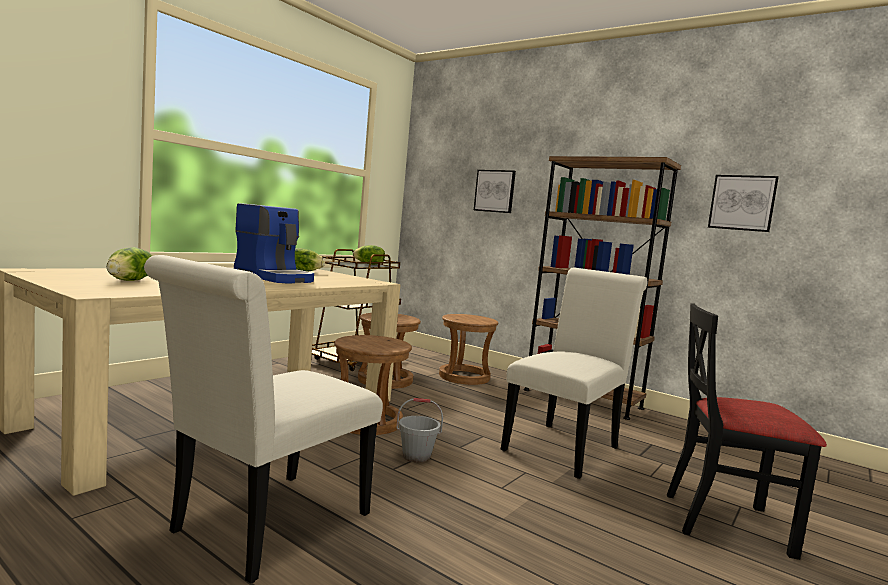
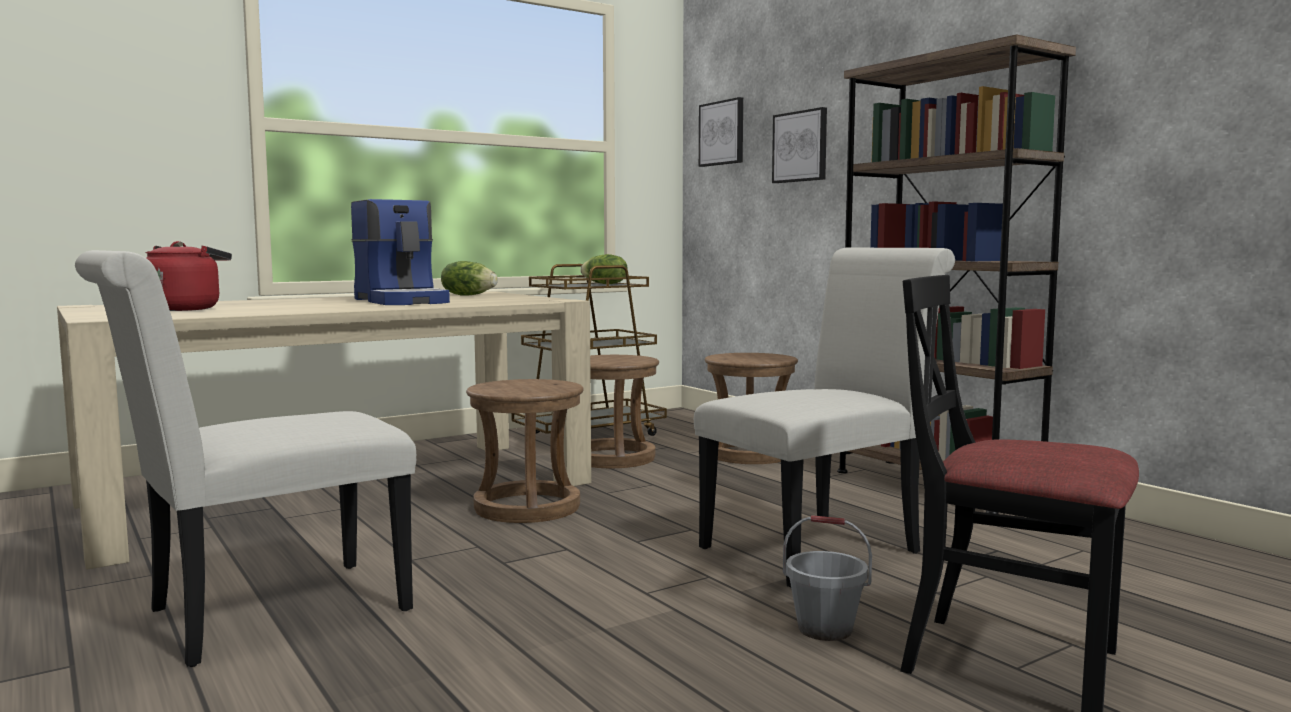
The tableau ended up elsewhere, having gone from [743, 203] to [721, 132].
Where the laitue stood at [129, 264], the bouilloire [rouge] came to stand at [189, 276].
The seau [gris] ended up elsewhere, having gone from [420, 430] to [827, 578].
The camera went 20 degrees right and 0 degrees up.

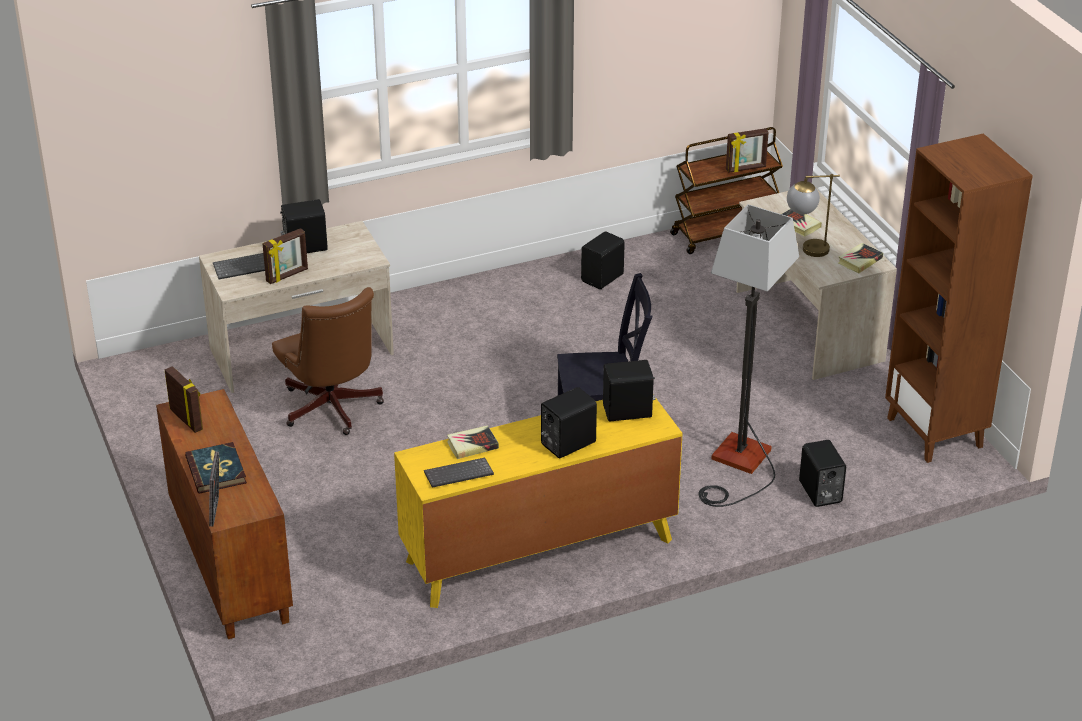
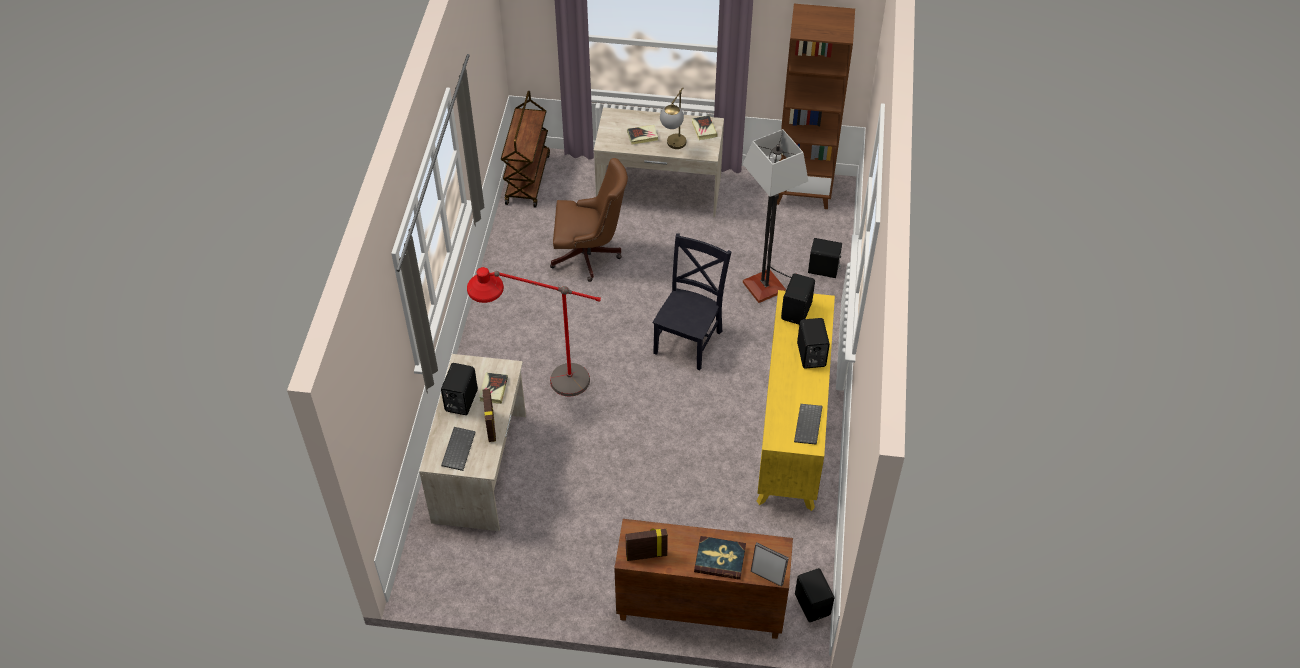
The second view lost the cadre photo at [747, 150].
The enceinte [noir] ended up elsewhere, having gone from [603, 260] to [815, 595].
The chaise de bureau [marron] ended up elsewhere, having gone from [328, 361] to [589, 220].
The livre ended up elsewhere, having gone from [473, 442] to [493, 388].
The second view gained the lampadaire [rouge] at [534, 331].
The camera went 60 degrees left and 15 degrees up.

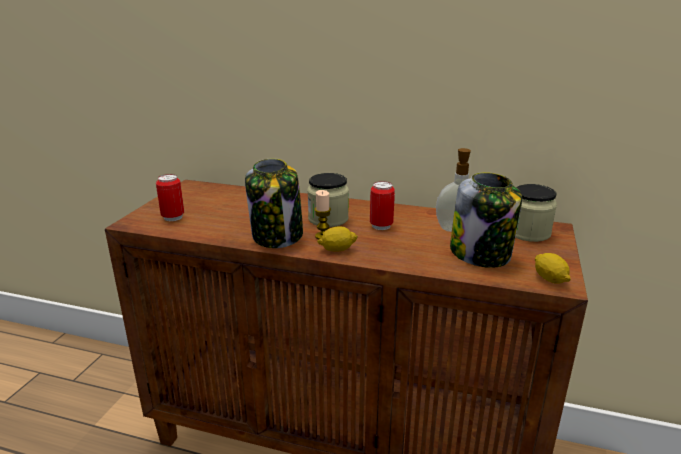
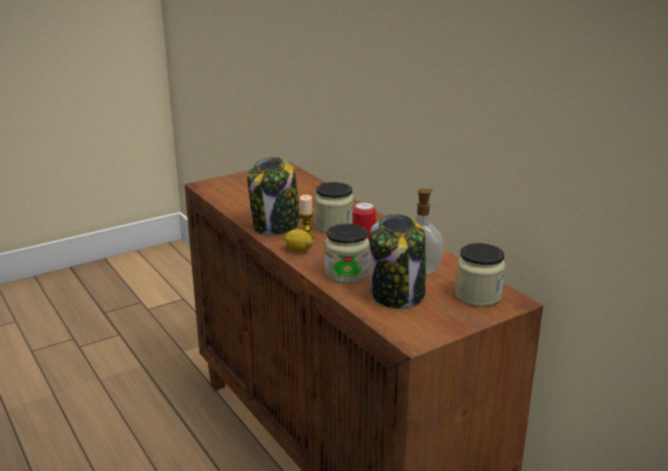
The second view lost the boîte métallique at [170, 197].
The second view lost the citron at [553, 268].
The second view gained the bocal at [347, 253].
The camera went 40 degrees right and 0 degrees up.

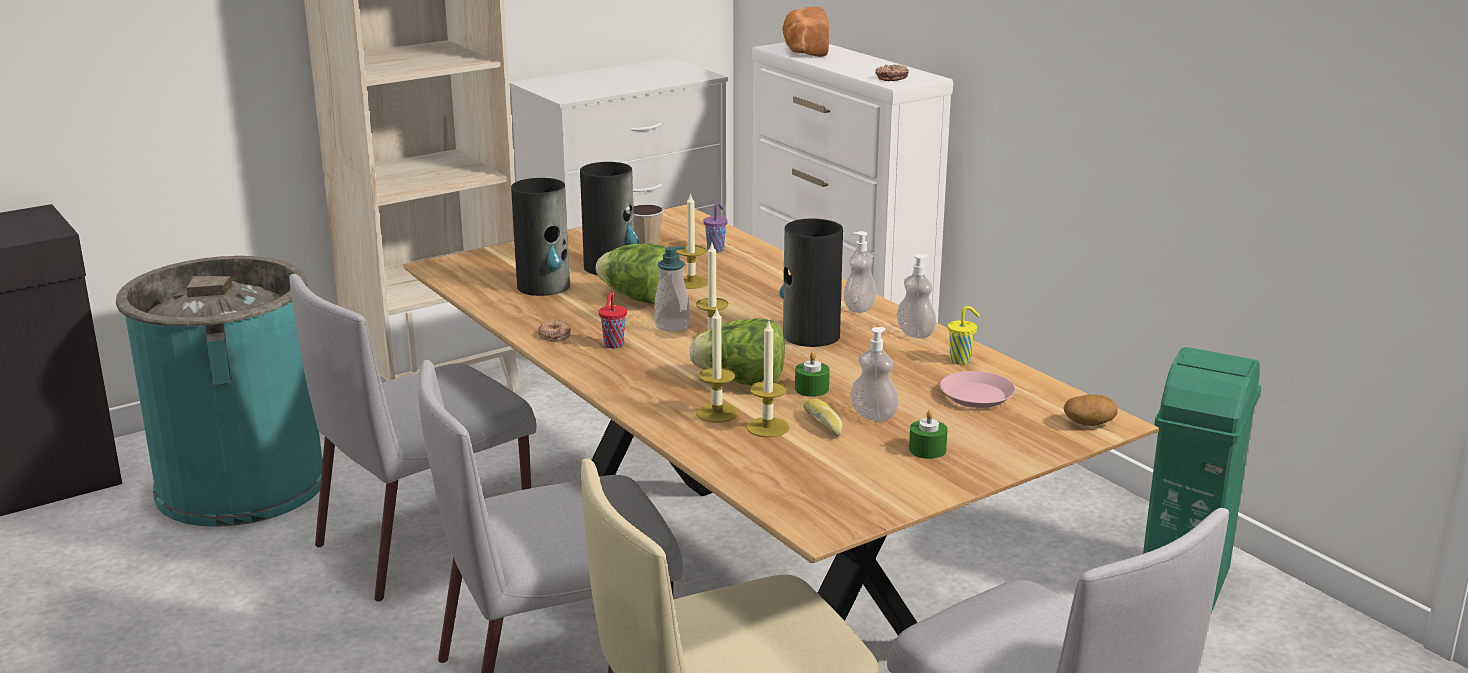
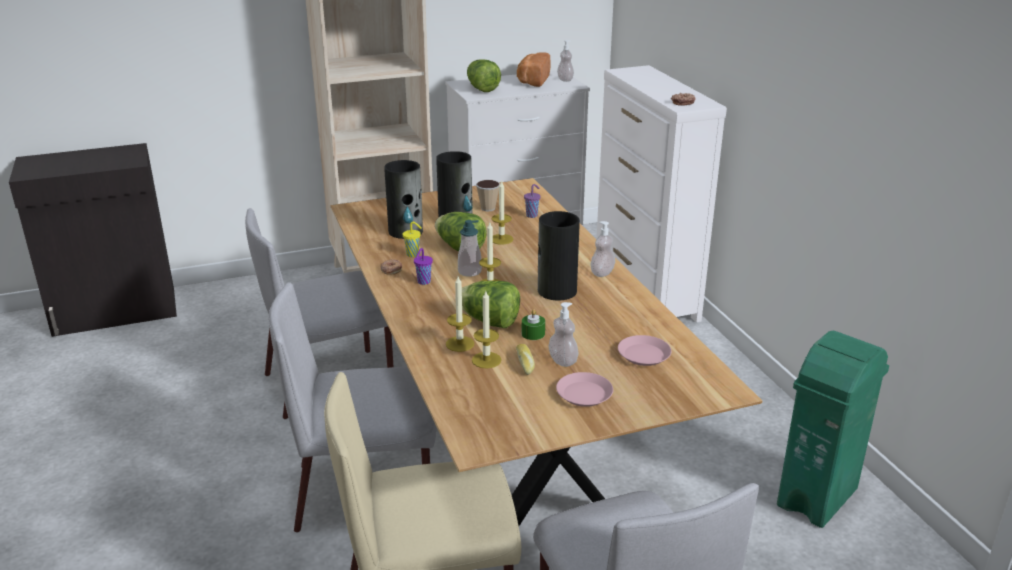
The pain ended up elsewhere, having gone from [805, 32] to [533, 69].
The distributeur de savon ended up elsewhere, having gone from [916, 296] to [565, 61].
The second view lost the poubelle [turquoise] at [219, 391].
What was the tasse [rouge] at [613, 320] turned into the tasse [violet] at [423, 266].
The tasse [jaune] ended up elsewhere, having gone from [964, 335] to [412, 239].
The second view lost the pomme de terre at [1090, 410].
Where the bougie [vert] stood at [928, 434], the assiette [rose] came to stand at [584, 389].
The second view gained the laitue at [484, 76].
The camera went 15 degrees right and 5 degrees up.

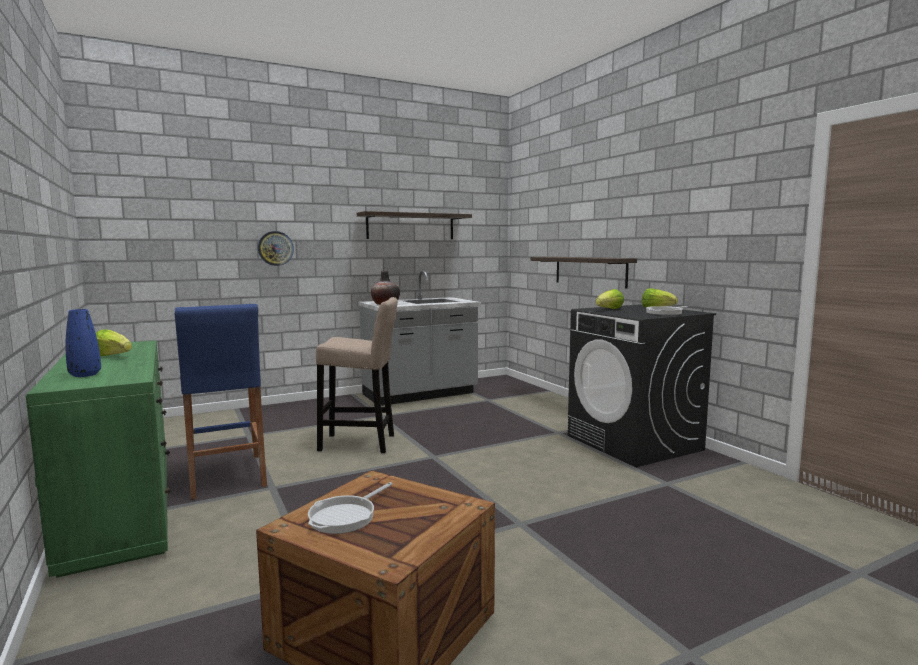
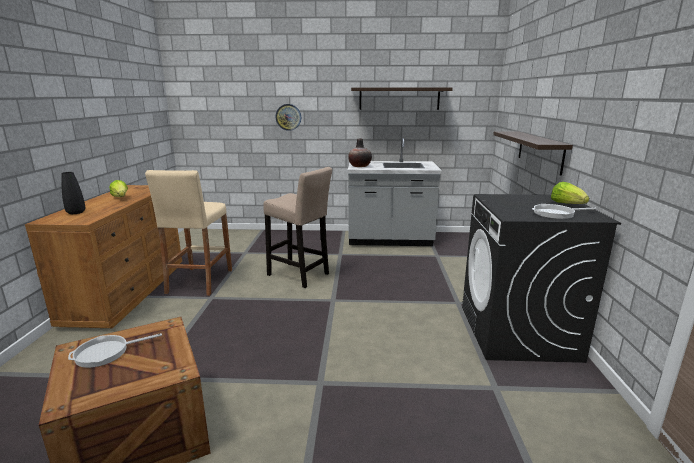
The second view lost the laitue at [610, 299].
What was the tabouret [bleu] at [221, 402] turned into the tabouret [beige] at [188, 233].
What was the vase [bleu] at [83, 343] turned into the vase [noir] at [73, 193].
What was the commode [vert] at [98, 459] turned into the commode [marron] at [103, 256].
The camera went 30 degrees right and 10 degrees up.

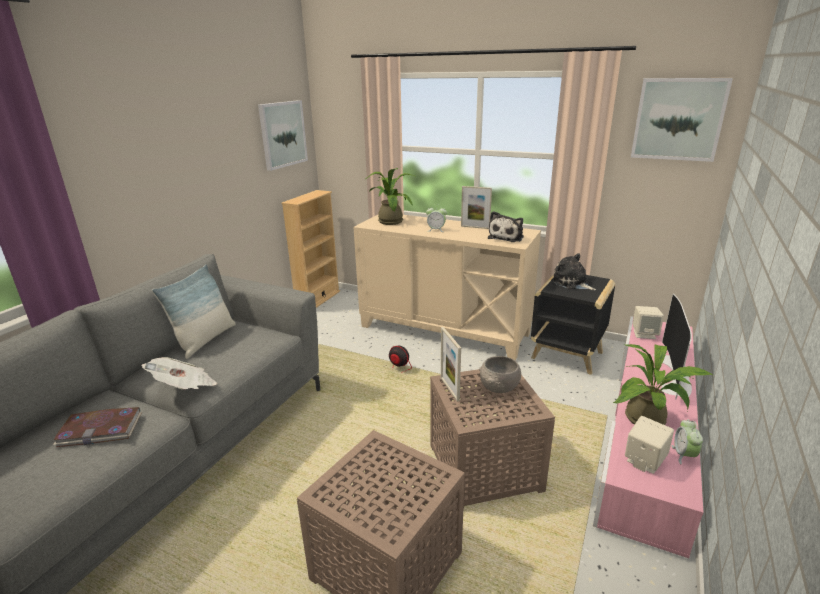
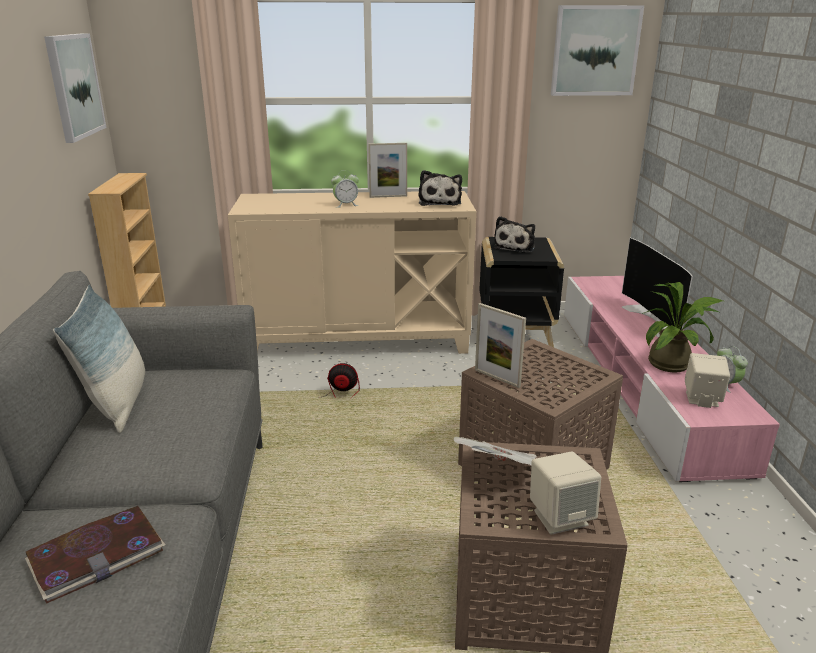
The second view lost the plante en pot at [391, 196].
The peluche at [574, 271] ended up facing another way, 90 degrees counterclockwise from before.
The enceinte [beige] ended up elsewhere, having gone from [648, 322] to [565, 493].
The second view lost the bol [gris] at [500, 374].
The journal ended up elsewhere, having gone from [180, 373] to [495, 451].
The camera went 30 degrees left and 0 degrees up.

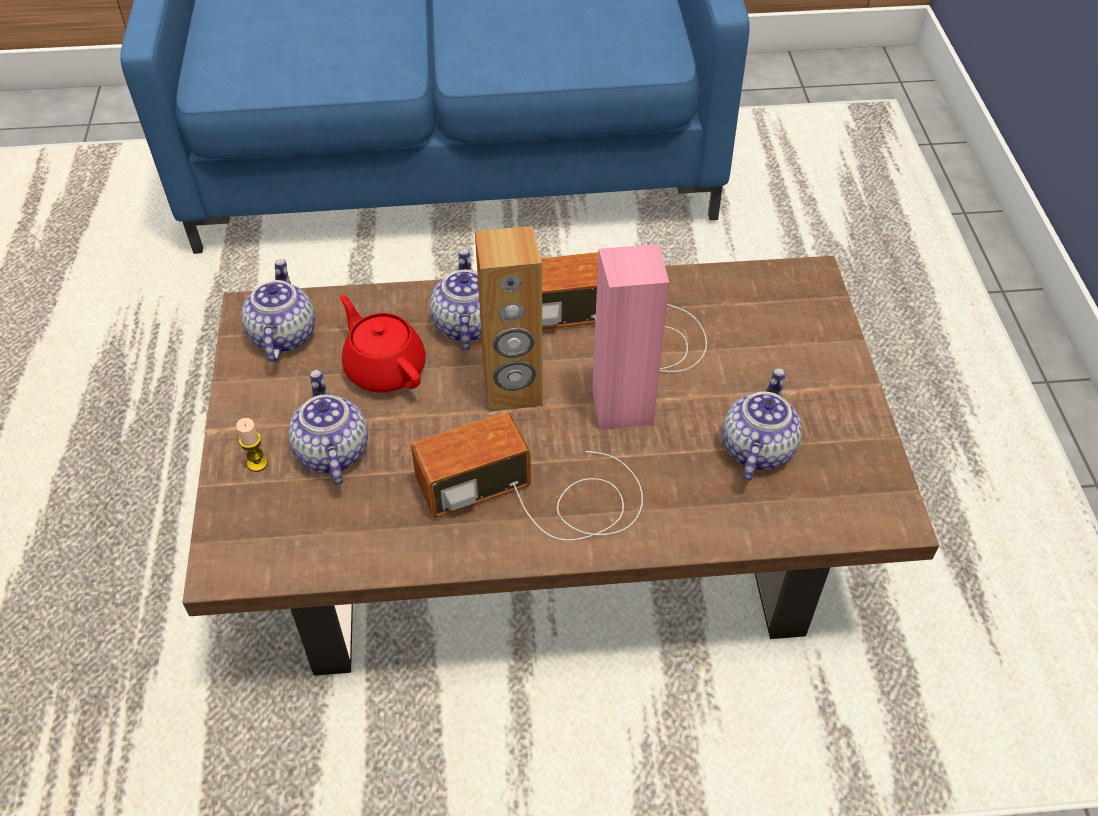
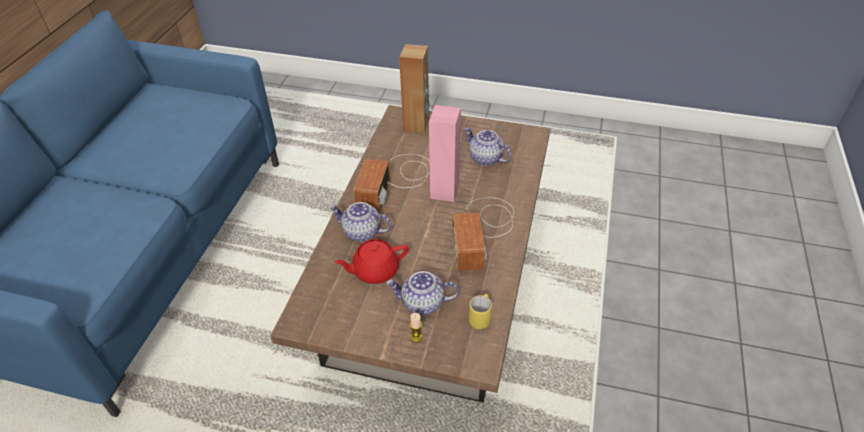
The enceinte [marron] ended up elsewhere, having gone from [509, 319] to [414, 89].
The second view lost the théière at [278, 310].
The second view gained the mug [jaune] at [480, 311].
The camera went 70 degrees left and 5 degrees down.

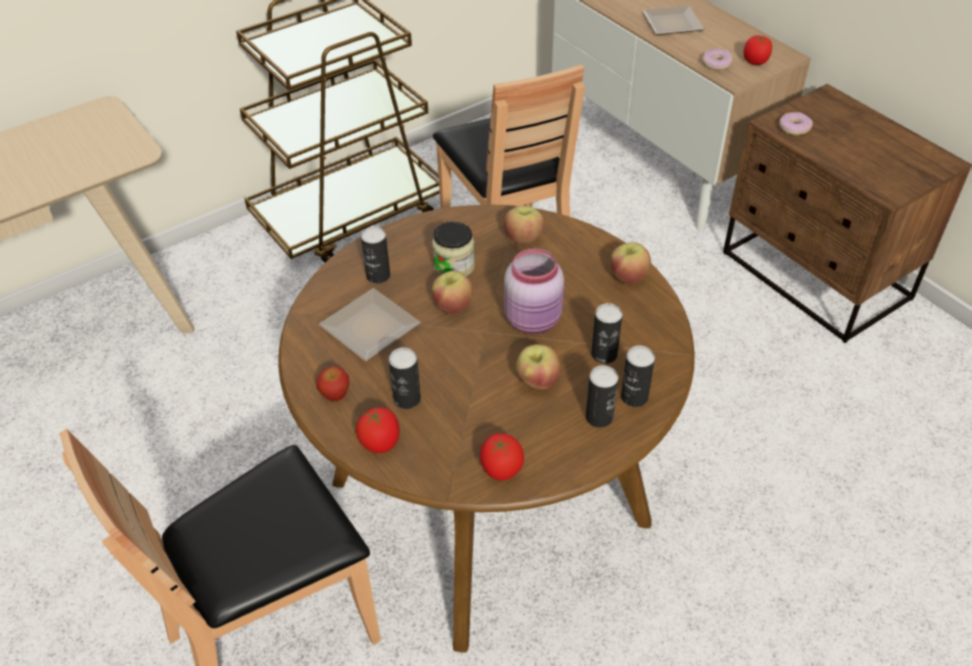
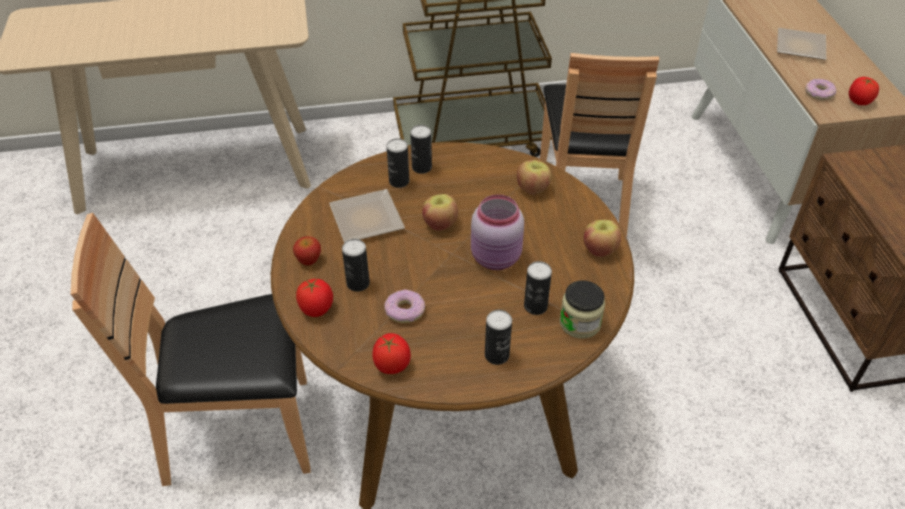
The beignet ended up elsewhere, having gone from [796, 123] to [404, 306].
The bocal ended up elsewhere, having gone from [453, 249] to [582, 310].
The second view lost the pomme at [538, 367].
The boîte métallique ended up elsewhere, having gone from [638, 376] to [421, 149].
The camera went 25 degrees right and 0 degrees up.

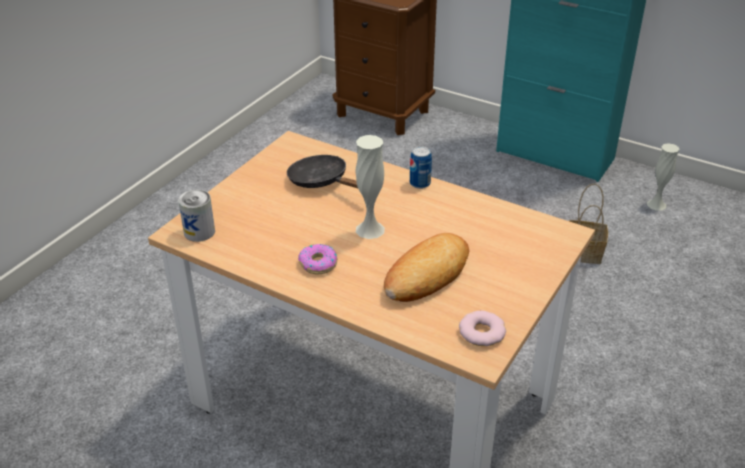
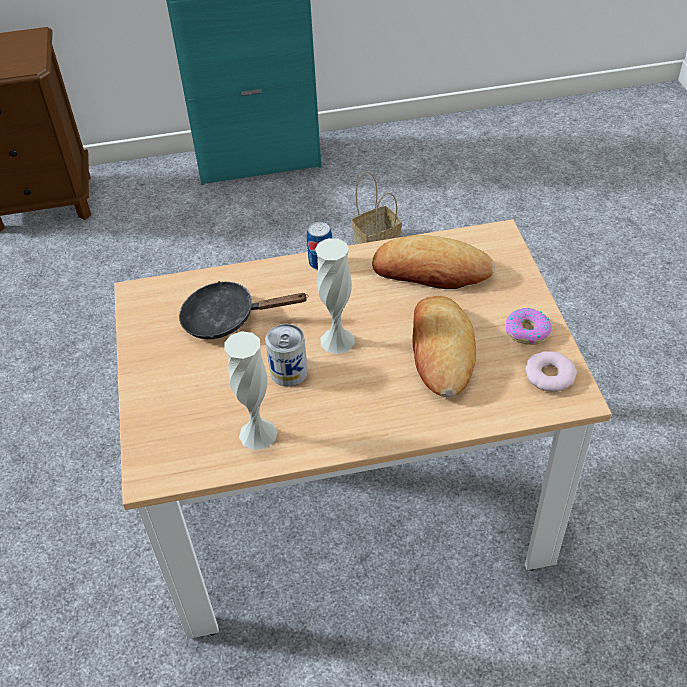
The vase [blanc] ended up elsewhere, having gone from [663, 177] to [251, 390].
The boîte métallique ended up elsewhere, having gone from [196, 216] to [286, 355].
The beignet ended up elsewhere, having gone from [318, 259] to [529, 326].
The second view gained the pain at [433, 262].
The camera went 40 degrees left and 10 degrees up.

